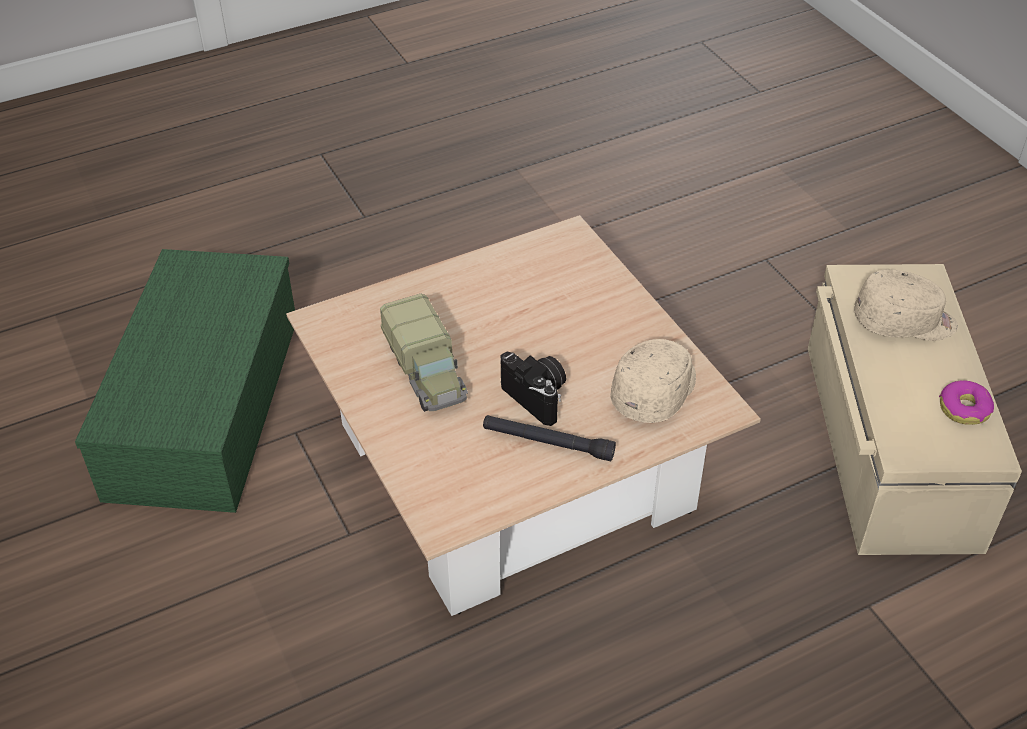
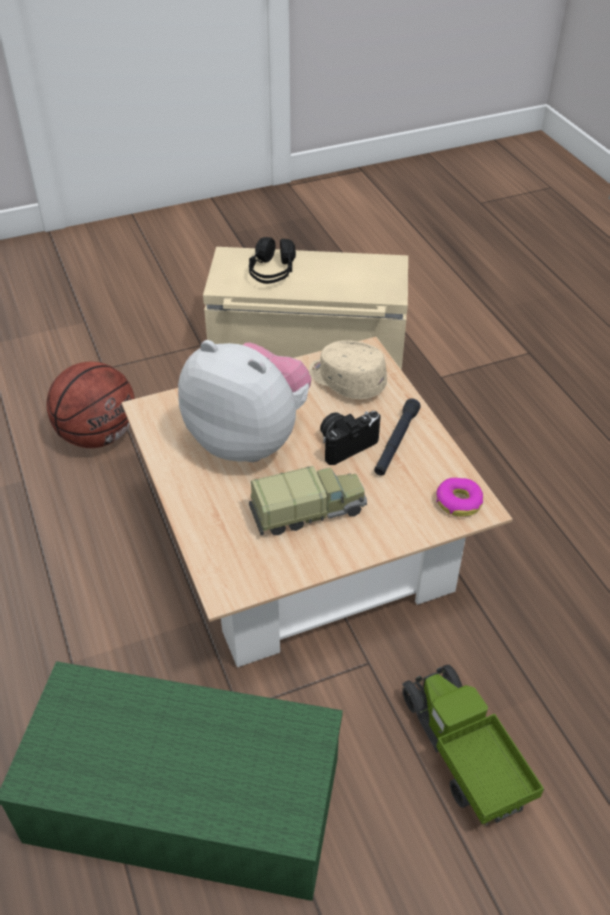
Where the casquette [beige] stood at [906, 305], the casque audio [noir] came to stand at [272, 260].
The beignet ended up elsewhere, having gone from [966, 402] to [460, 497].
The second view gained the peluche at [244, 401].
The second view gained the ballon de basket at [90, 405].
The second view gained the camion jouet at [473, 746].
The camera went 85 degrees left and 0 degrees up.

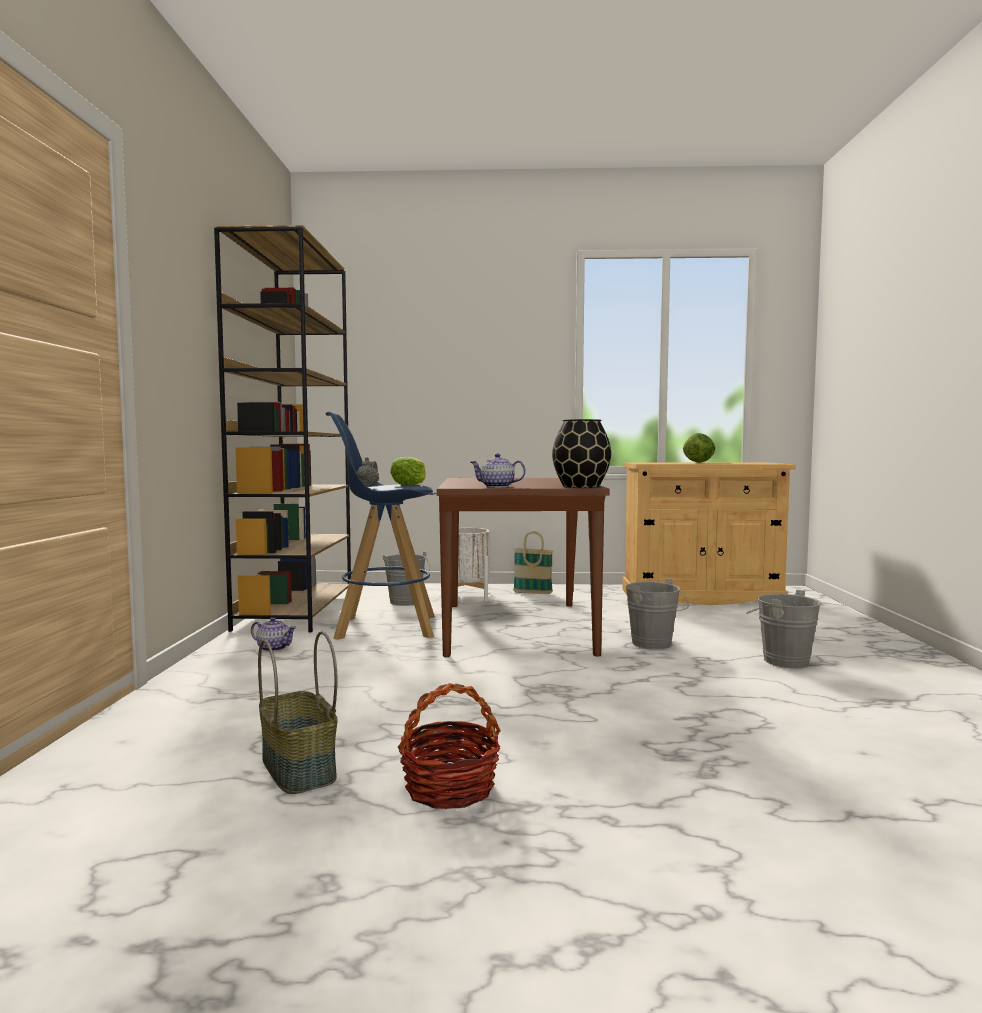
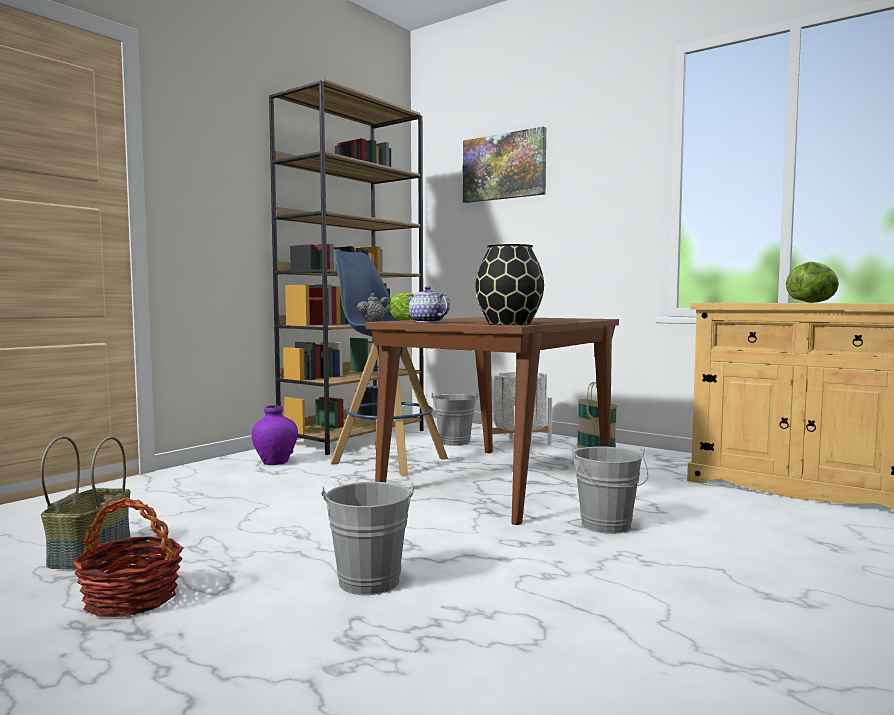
The seau [gris] ended up elsewhere, having gone from [783, 629] to [367, 538].
Where the théière stood at [273, 634], the vase [violet] came to stand at [275, 435].
The second view gained the tableau at [504, 164].
The camera went 35 degrees right and 0 degrees up.

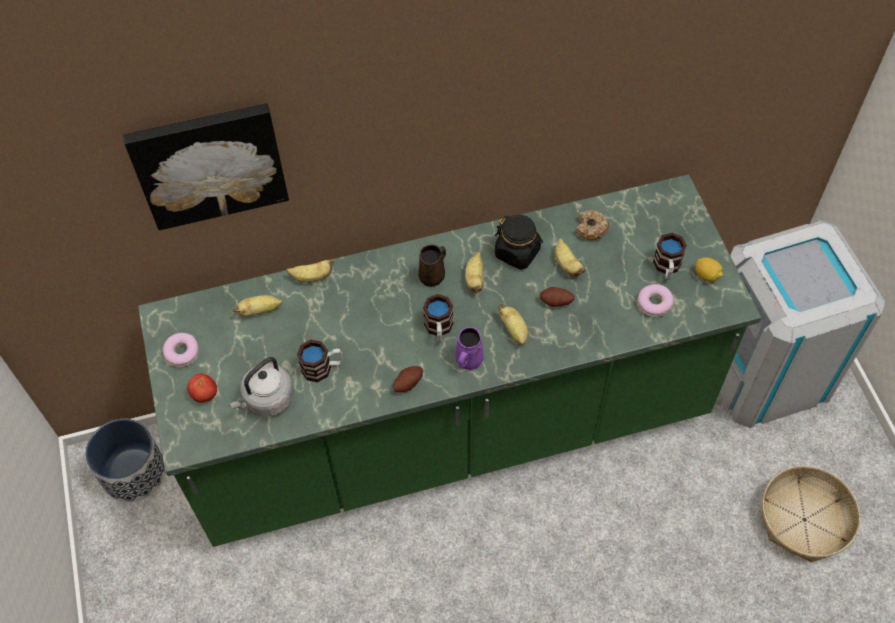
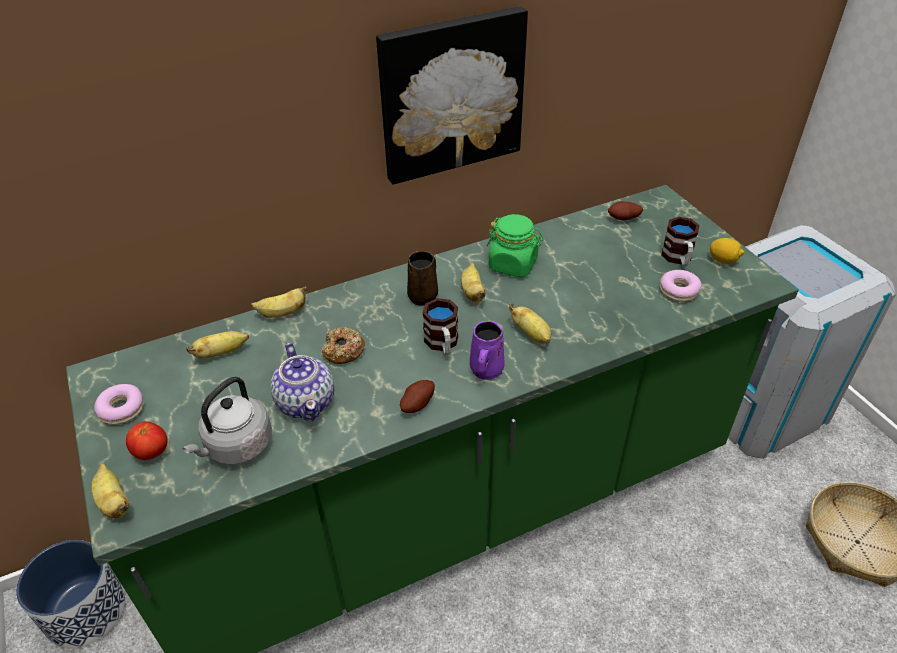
The tableau ended up elsewhere, having gone from [206, 166] to [452, 96].
The beignet ended up elsewhere, having gone from [592, 225] to [344, 345].
What was the bocal [noir] at [519, 242] turned into the bocal [vert] at [515, 245].
The banane ended up elsewhere, having gone from [570, 257] to [110, 490].
The pomme de terre ended up elsewhere, having gone from [557, 297] to [625, 210].
Where the mug stood at [320, 361], the théière came to stand at [302, 382].
The camera went 10 degrees left and 15 degrees down.

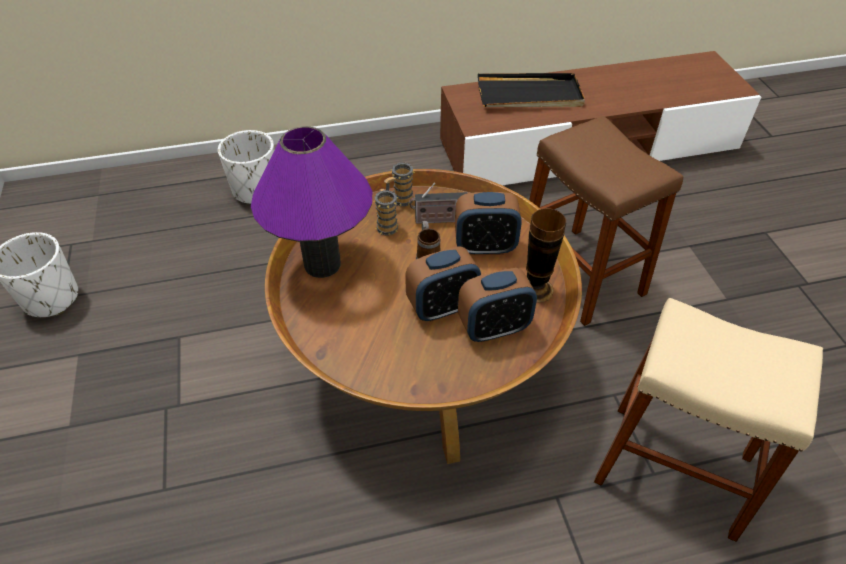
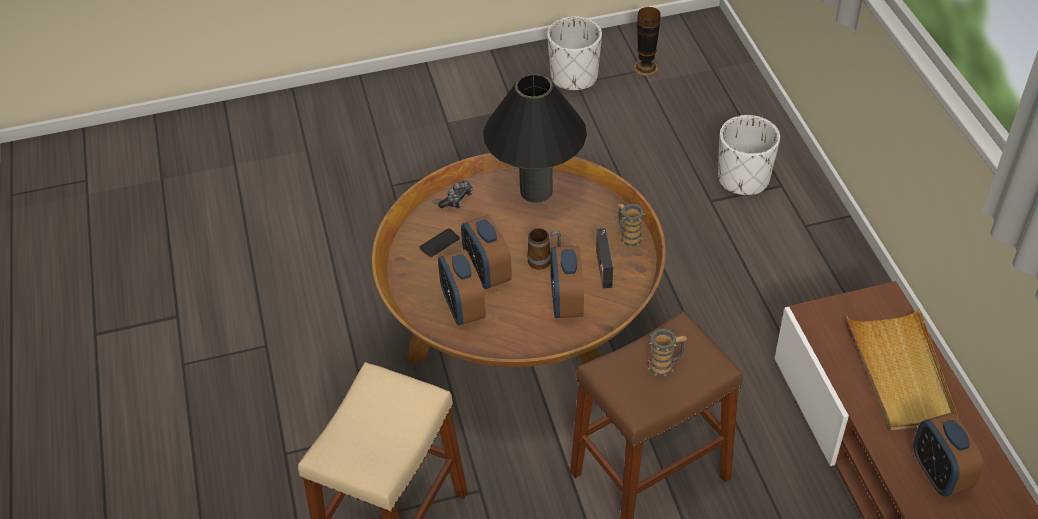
What was the plateau [noir] at [531, 90] turned into the plateau [beige] at [902, 369].
What was the lampe de table [violet] at [311, 202] turned into the lampe de table [noir] at [535, 138].
The mug ended up elsewhere, having gone from [386, 212] to [667, 353].
The vase ended up elsewhere, having gone from [546, 255] to [647, 41].
The second view gained the manette at [455, 194].
The second view gained the téléphone at [439, 243].
The second view gained the réveil at [948, 455].
The camera went 90 degrees right and 0 degrees up.

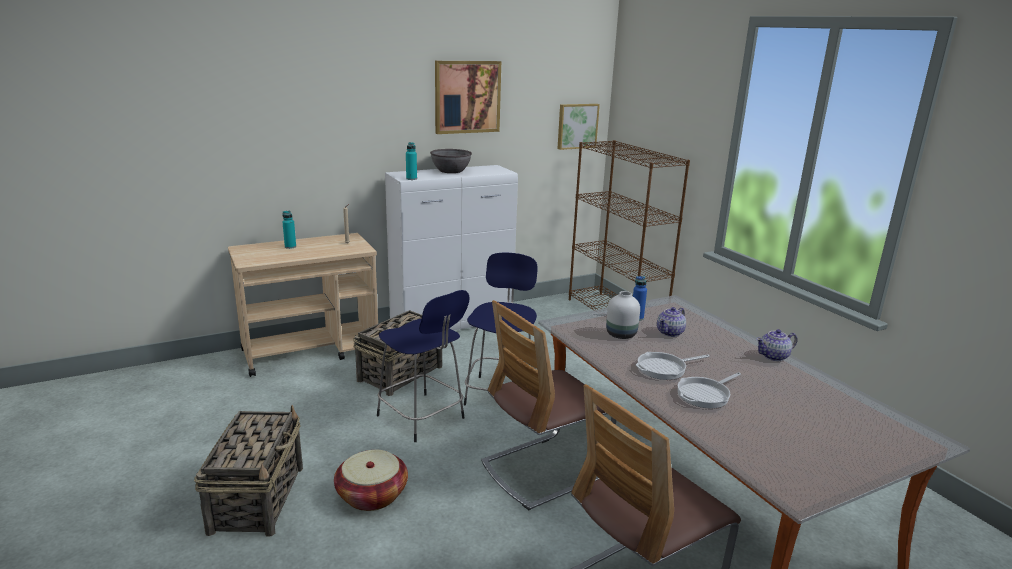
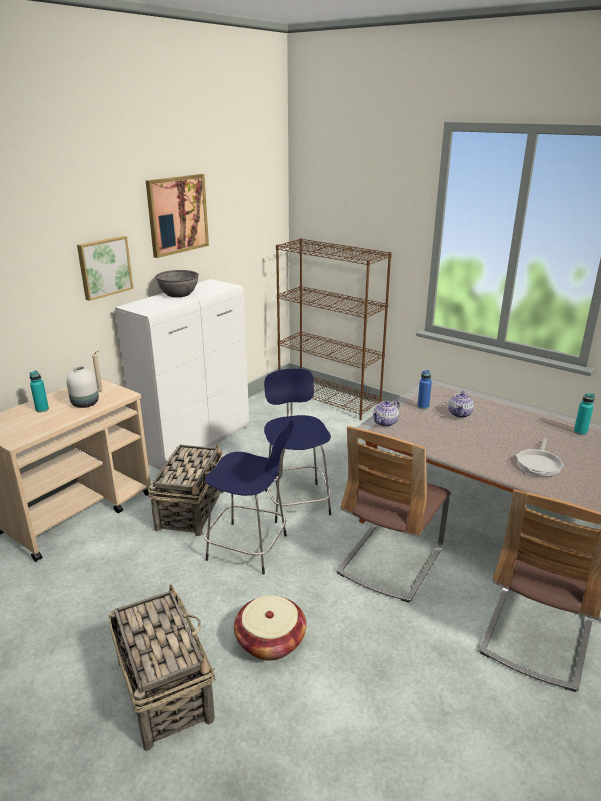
The tableau ended up elsewhere, having gone from [579, 127] to [105, 268].
The bouteille [turquoise] ended up elsewhere, having gone from [411, 161] to [584, 414].
The vase [blanc] ended up elsewhere, having gone from [623, 315] to [83, 387].
The théière ended up elsewhere, having gone from [776, 345] to [386, 413].
The second view lost the poêle at [673, 366].
The camera went 25 degrees left and 5 degrees up.

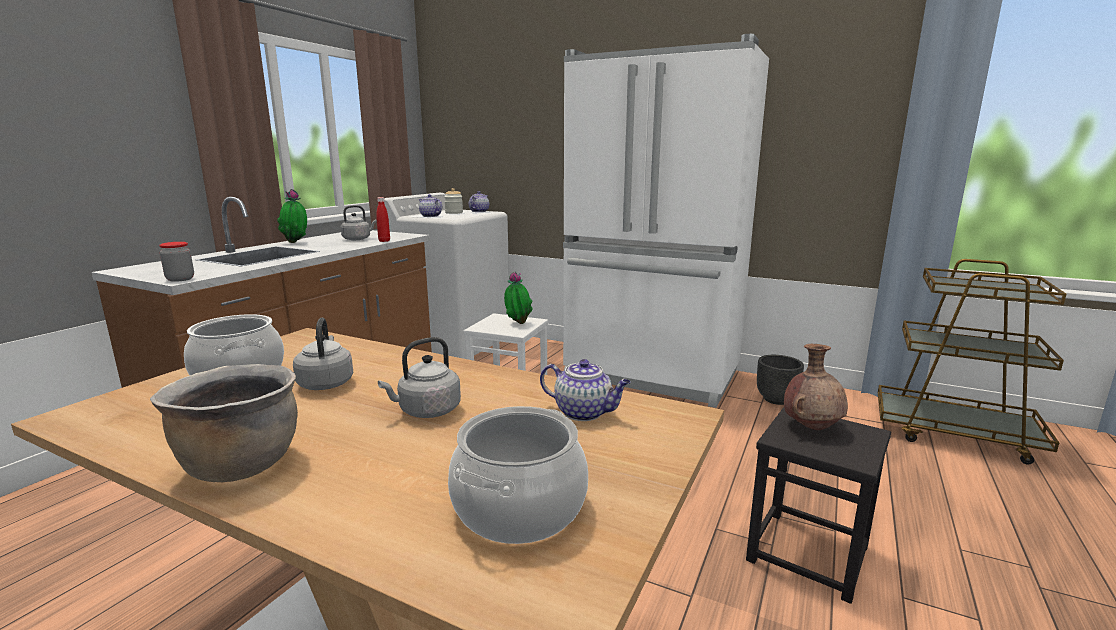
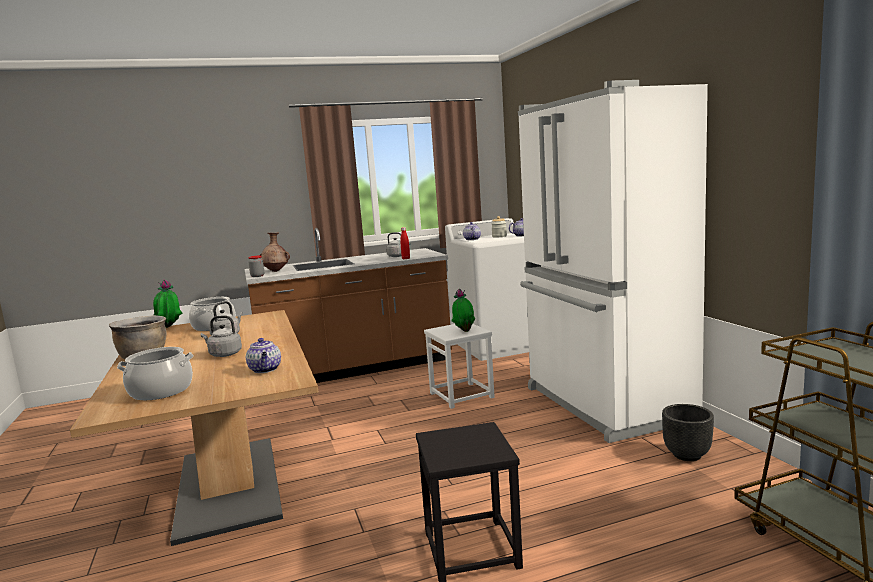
The plante en pot ended up elsewhere, having gone from [292, 216] to [167, 304].
The vase [marron] ended up elsewhere, having gone from [816, 387] to [275, 252].
The camera went 45 degrees right and 5 degrees down.

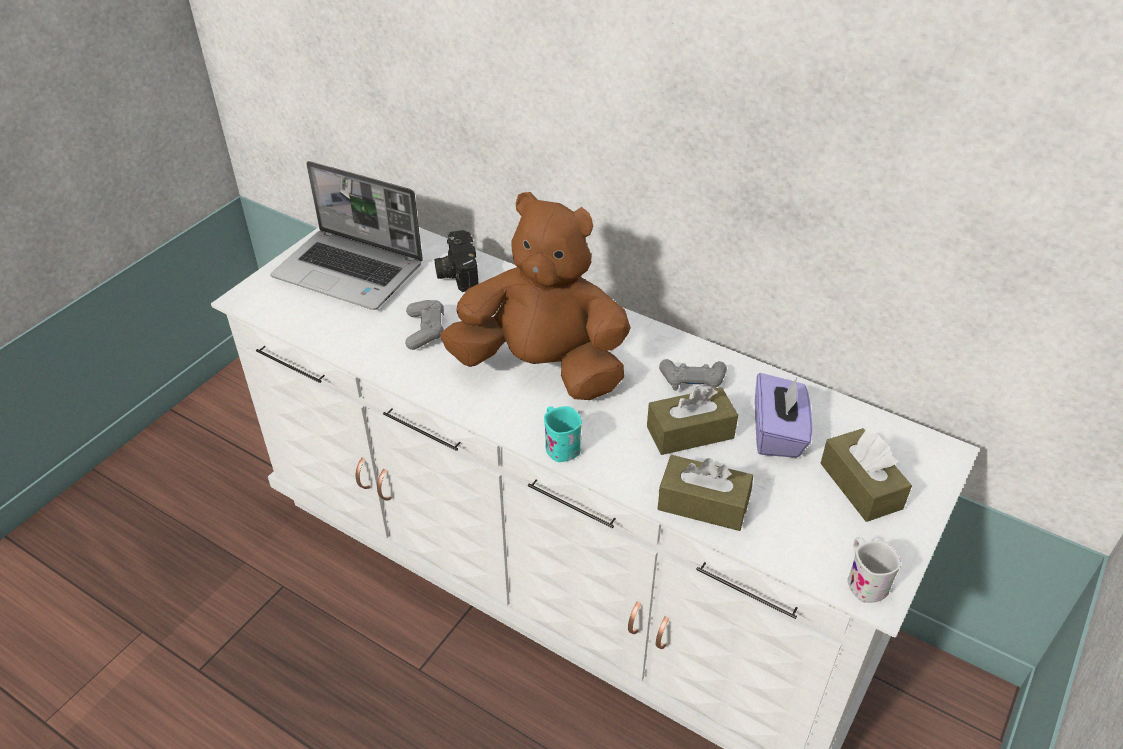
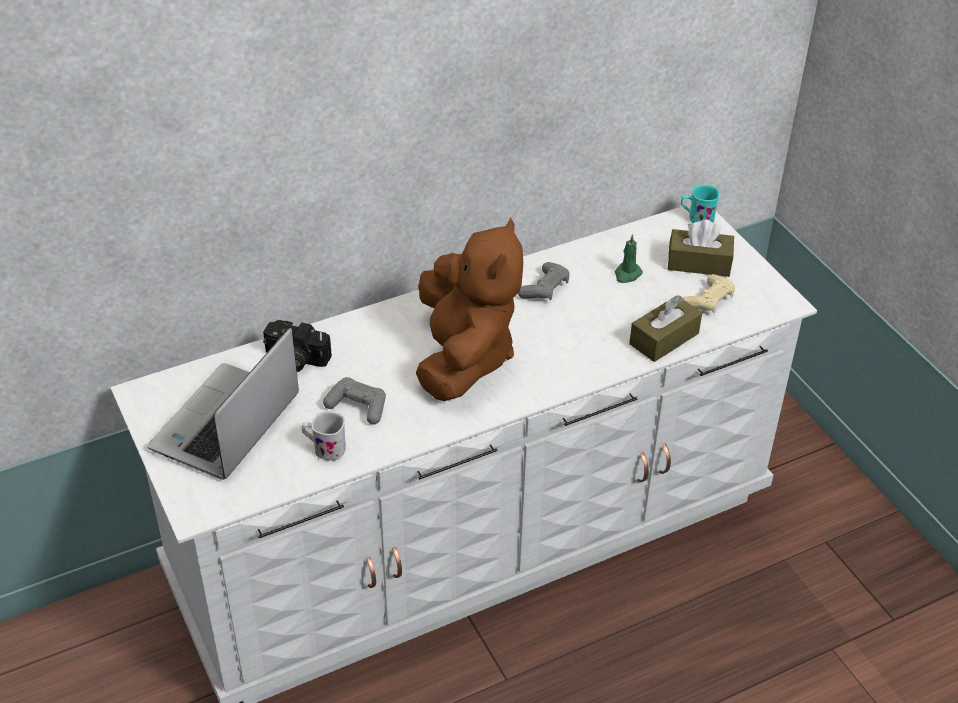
The ordinateur portable at [346, 235] ended up facing another way, 150 degrees clockwise from before.
The peluche [marron] at [535, 296] ended up facing another way, 135 degrees clockwise from before.
Where the boîte à mouchoirs [violet] stood at [783, 415], the bougie [vert] came to stand at [629, 258].
The second view lost the boîte à mouchoirs [marron] at [692, 420].
The mug [turquoise] ended up elsewhere, having gone from [563, 434] to [700, 204].
The mug [blanc] ended up elsewhere, having gone from [874, 570] to [324, 435].
The second view gained the manette [beige] at [709, 293].
The camera went 60 degrees left and 0 degrees up.

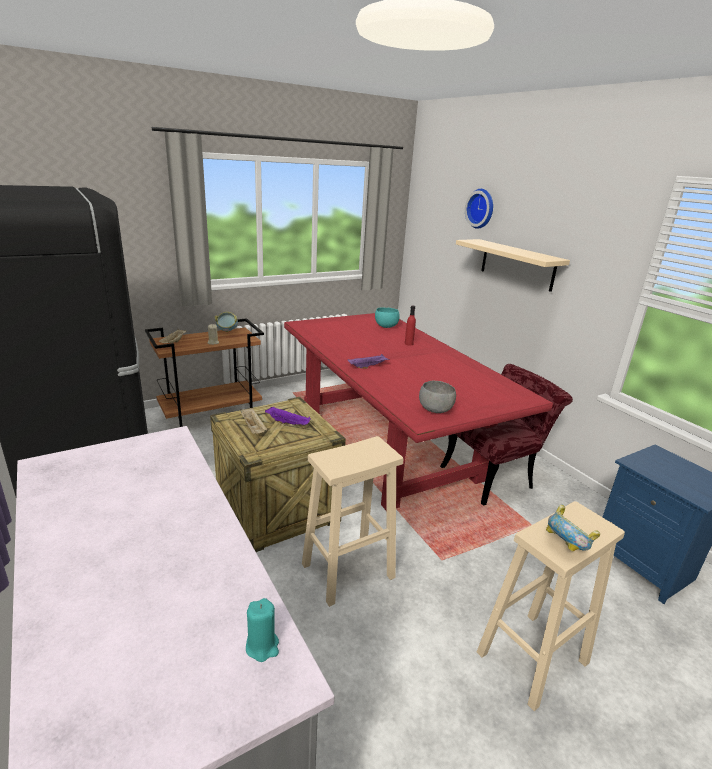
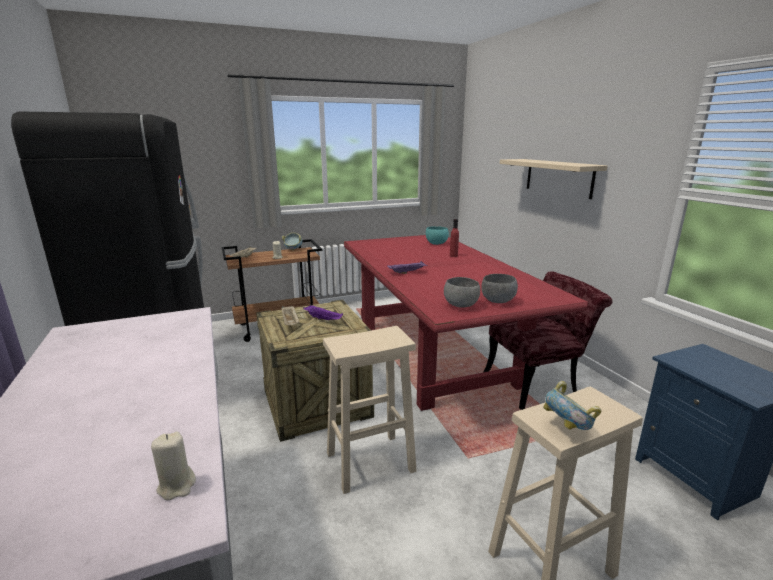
The second view lost the horloge murale at [479, 209].
What was the bougie [turquoise] at [262, 630] turned into the bougie [beige] at [173, 466].
The second view gained the bol [gris] at [499, 288].
The camera went 10 degrees right and 5 degrees down.

